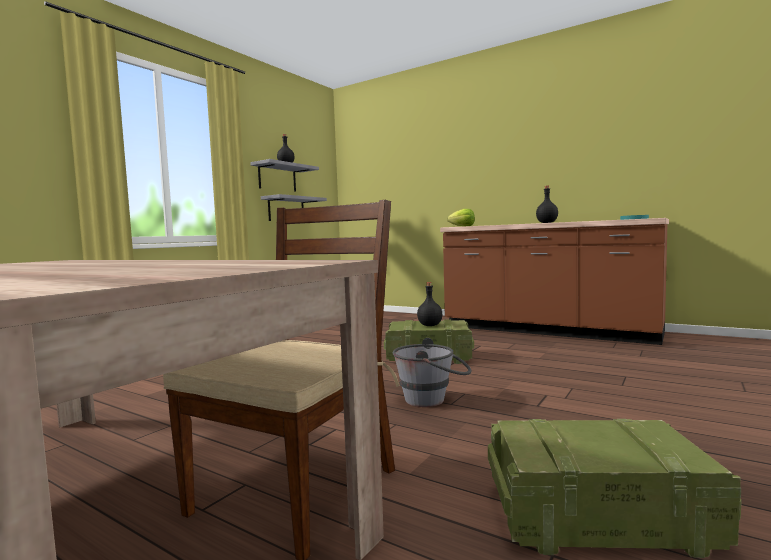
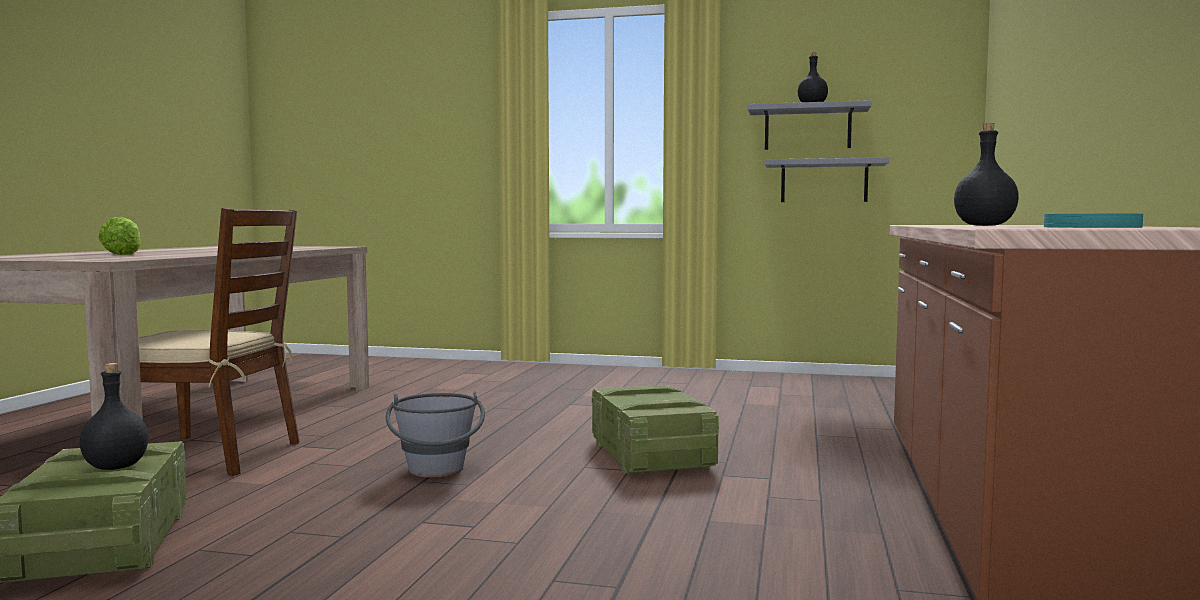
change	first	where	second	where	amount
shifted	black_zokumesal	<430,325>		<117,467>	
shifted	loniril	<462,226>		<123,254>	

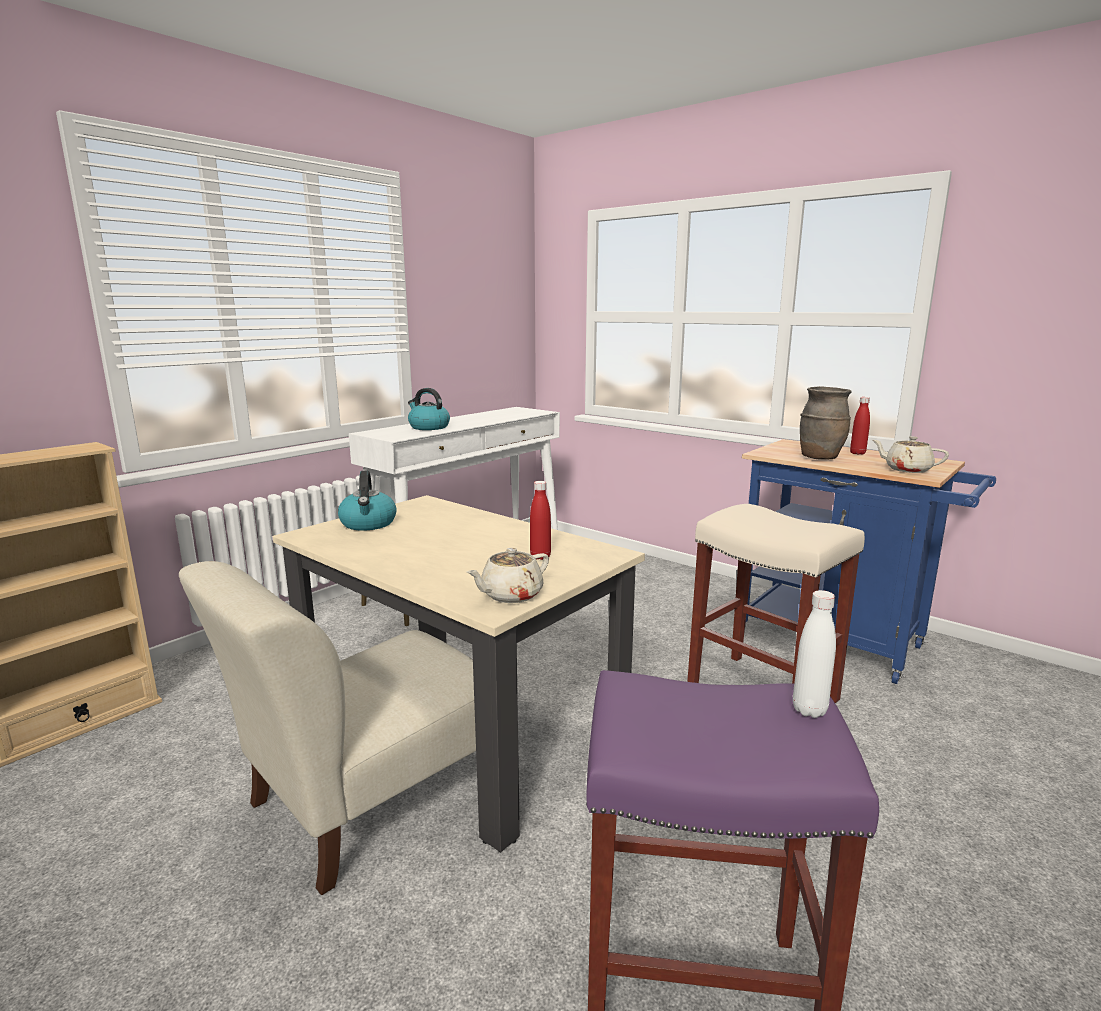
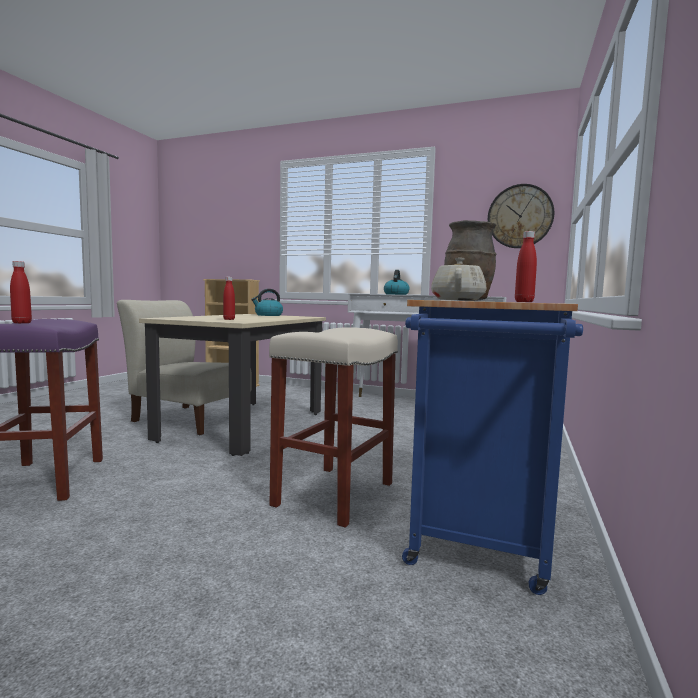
change	first	where	second	where	amount
gone	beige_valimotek	<510,595>			
repainted	white_zokumesal	<809,710>	red_zokumesal	<22,323>	
new			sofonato	<520,216>	

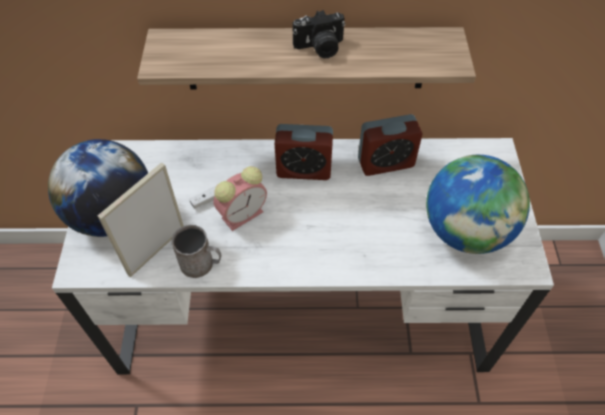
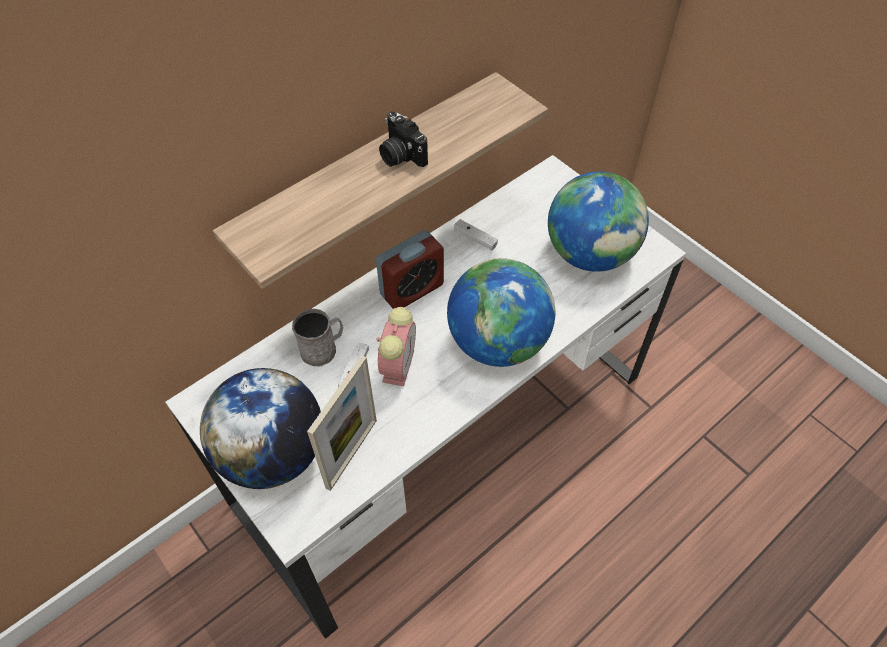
change	first	where	second	where	amount
rotated	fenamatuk	<156,250>		<351,453>	150 degrees counterclockwise
shifted	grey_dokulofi	<201,264>		<323,349>	
rotated	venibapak	<320,48>		<400,155>	105 degrees clockwise
swapped	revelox	<385,163>	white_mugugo	<475,238>	
new			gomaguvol	<497,342>	

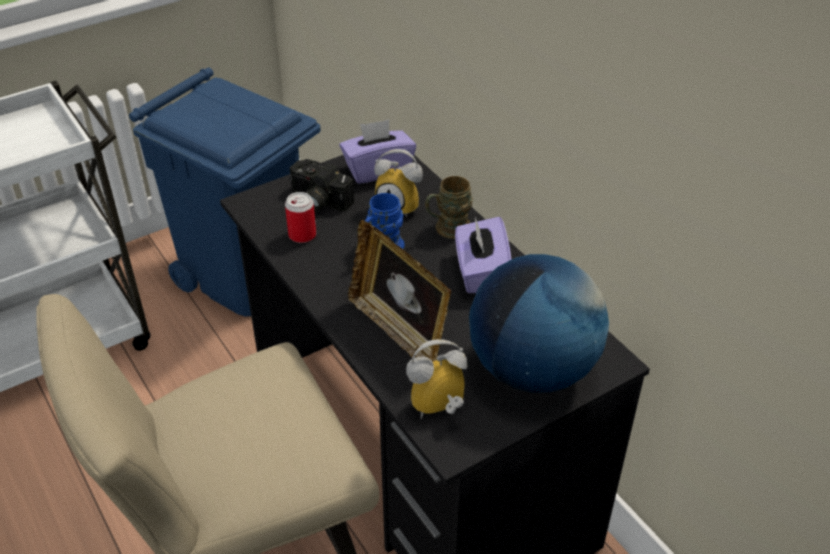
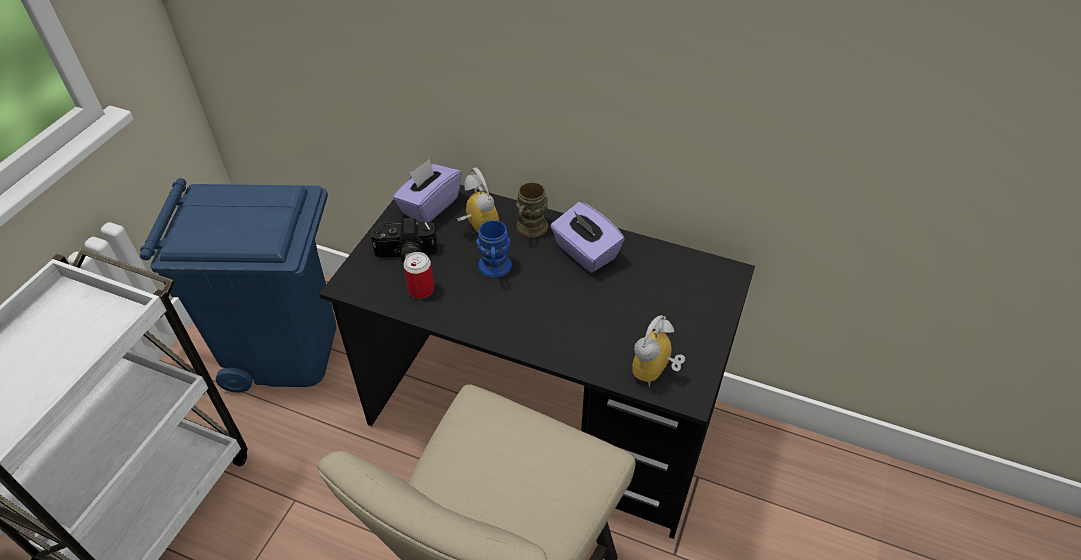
change	first	where	second	where	amount
gone	fenamatuk	<399,331>			
rotated	revelox	<401,205>		<476,227>	105 degrees counterclockwise
gone	gomaguvol	<532,369>			

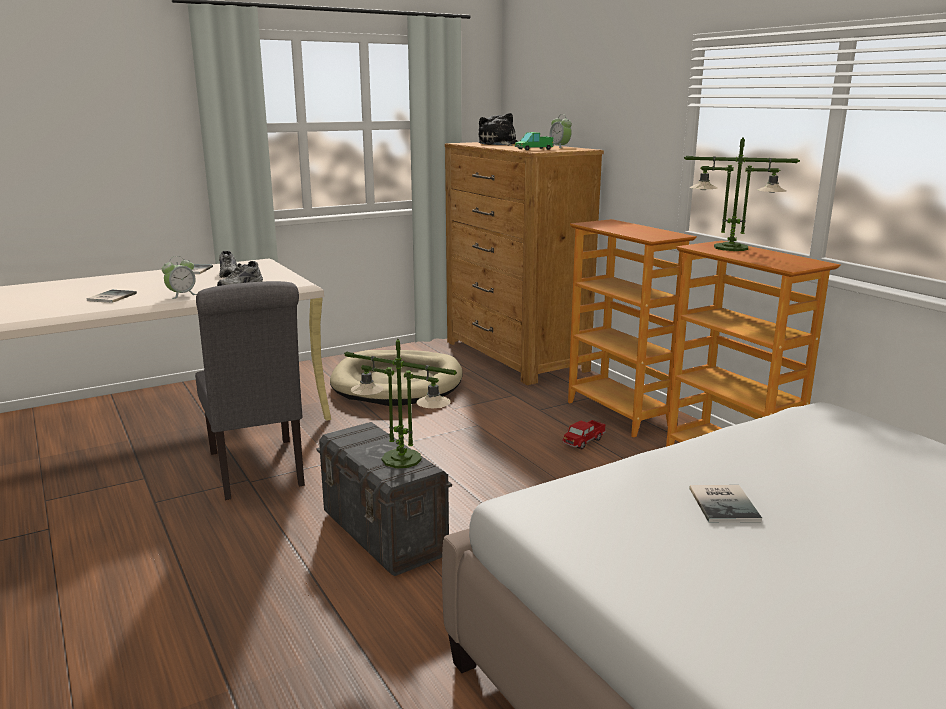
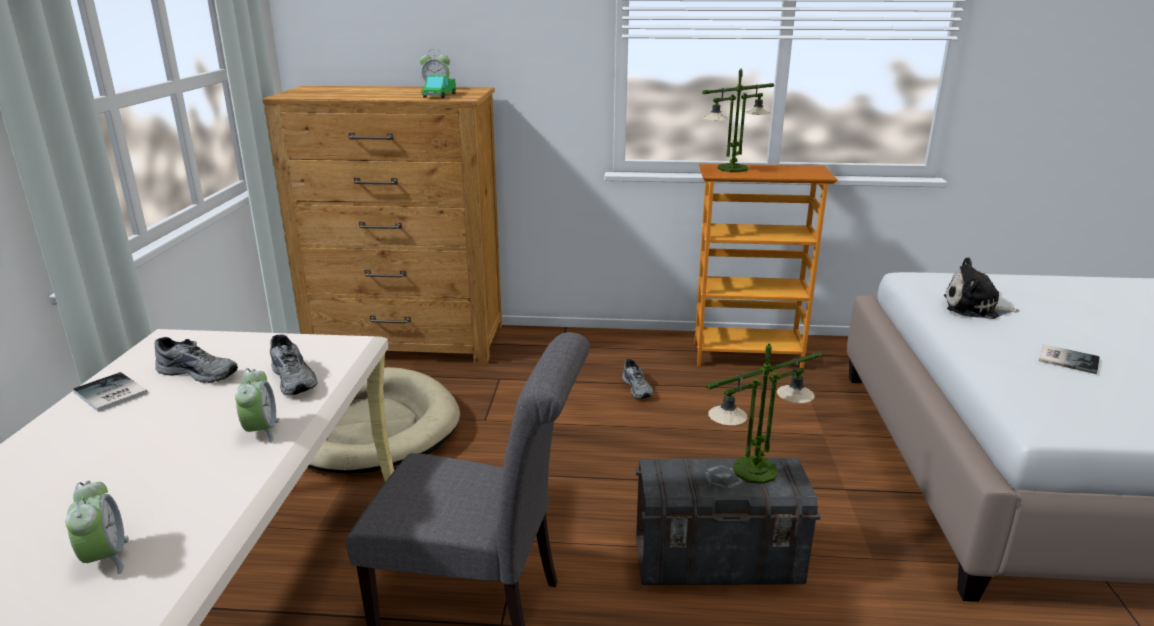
change	first	where	second	where	amount
gone	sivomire	<110,297>			
shifted	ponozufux	<498,144>		<974,308>	
swapped	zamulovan	<583,441>	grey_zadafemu	<638,388>	
gone	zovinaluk	<619,414>			
new			revelox	<106,558>	

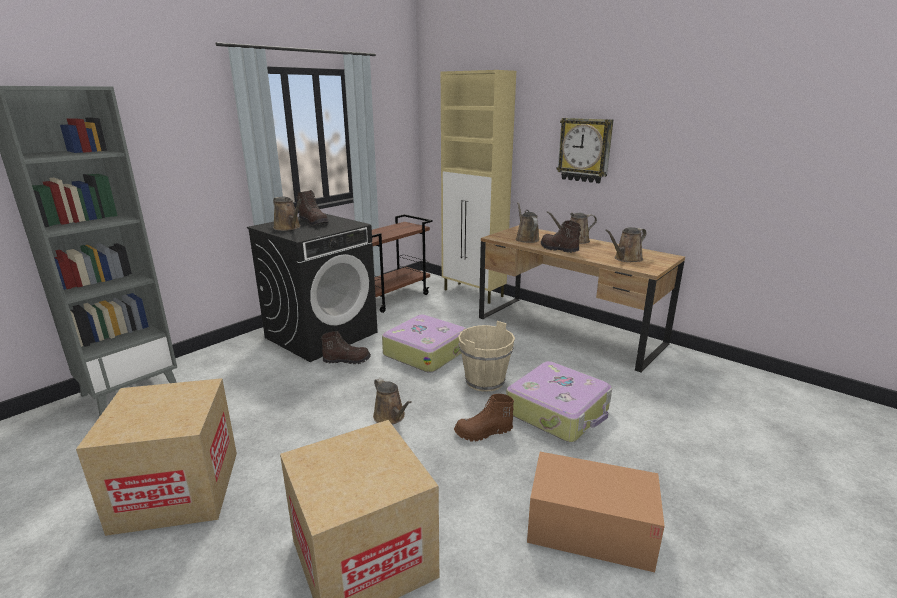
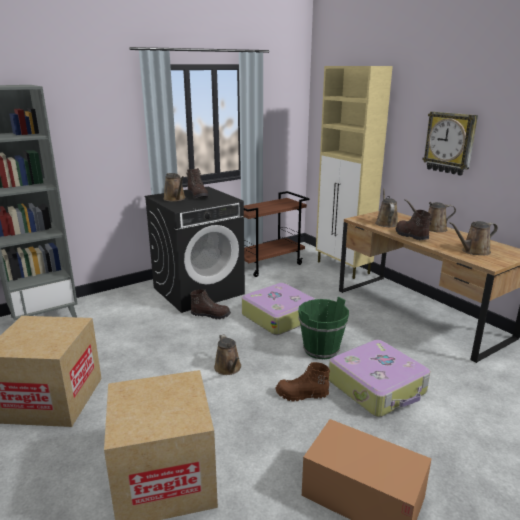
change	first	where	second	where	amount
repainted	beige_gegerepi	<485,381>	green_gegerepi	<321,350>	

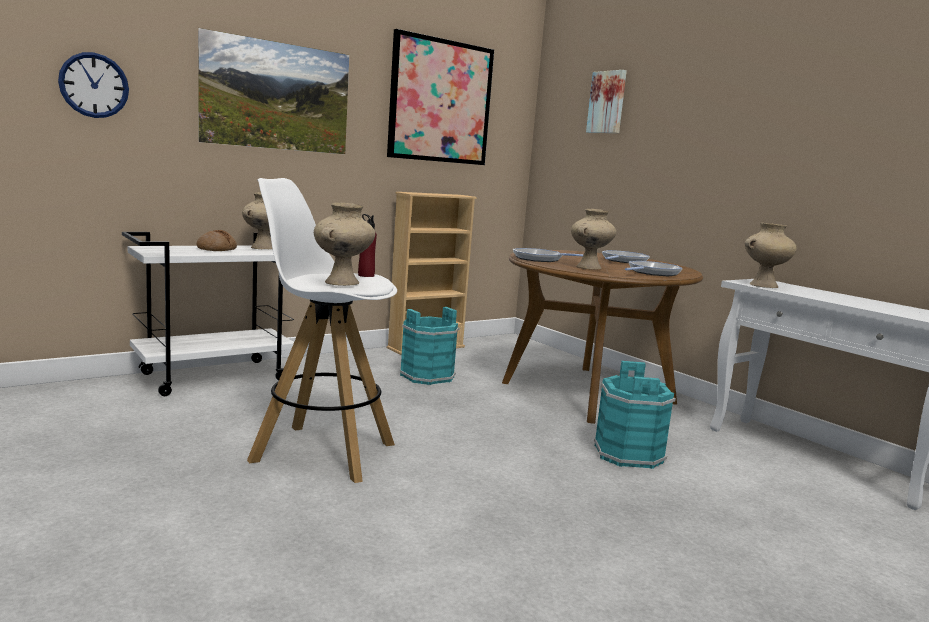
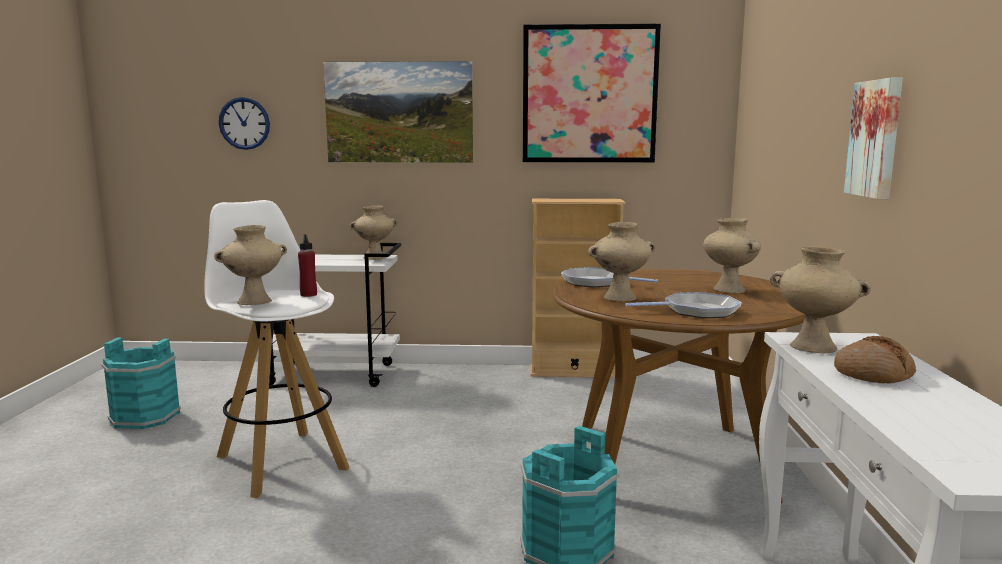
change	first	where	second	where	amount
shifted	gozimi	<217,249>		<873,374>	
shifted	turquoise_gegerepi	<427,376>		<145,417>	
shifted	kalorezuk	<607,102>		<877,139>	
swapped	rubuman	<623,261>	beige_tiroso	<728,290>	

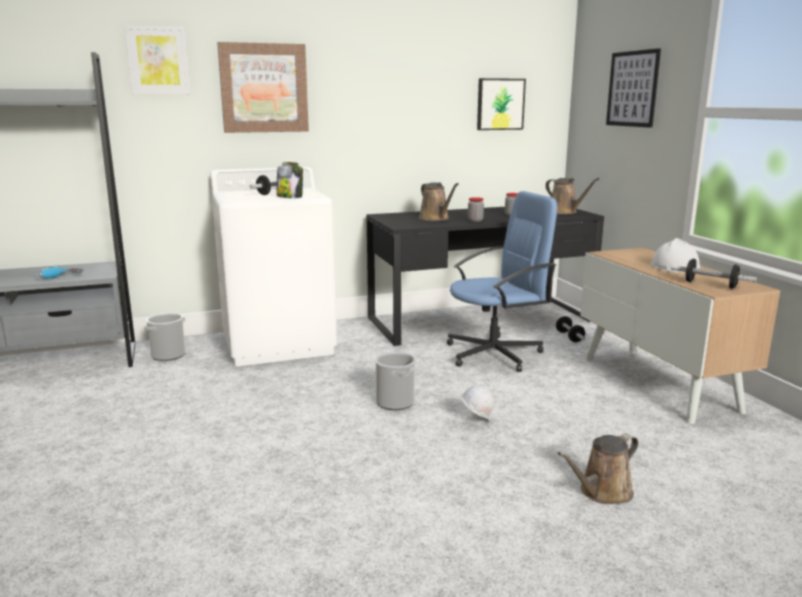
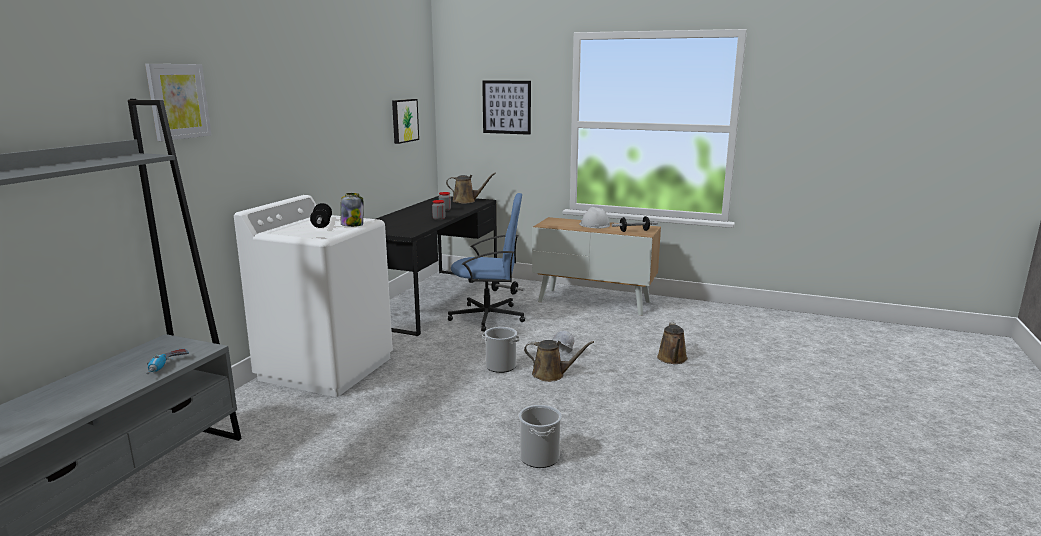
change	first	where	second	where	amount
shifted	gegerepi	<168,355>		<539,457>	
gone	kalorezuk	<264,88>			
shifted	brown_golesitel	<435,218>		<551,374>	
rotated	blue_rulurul	<495,354>		<488,317>	75 degrees clockwise

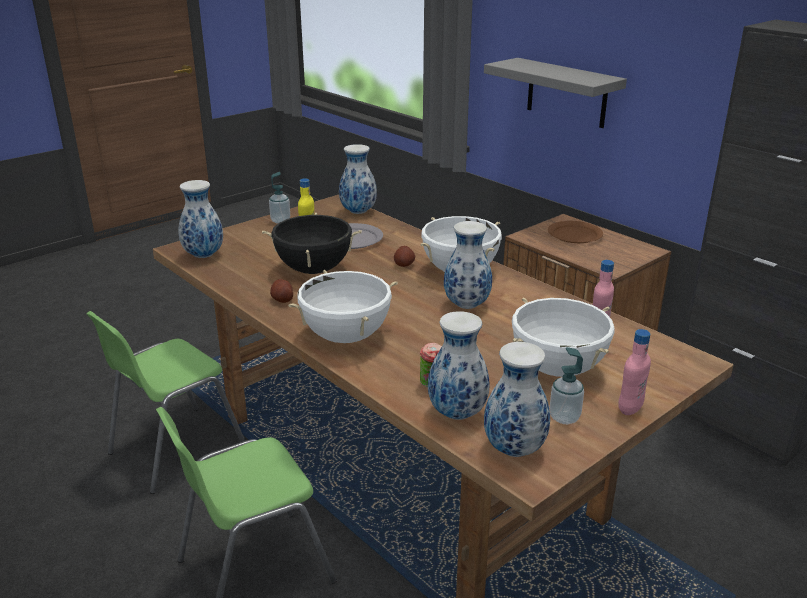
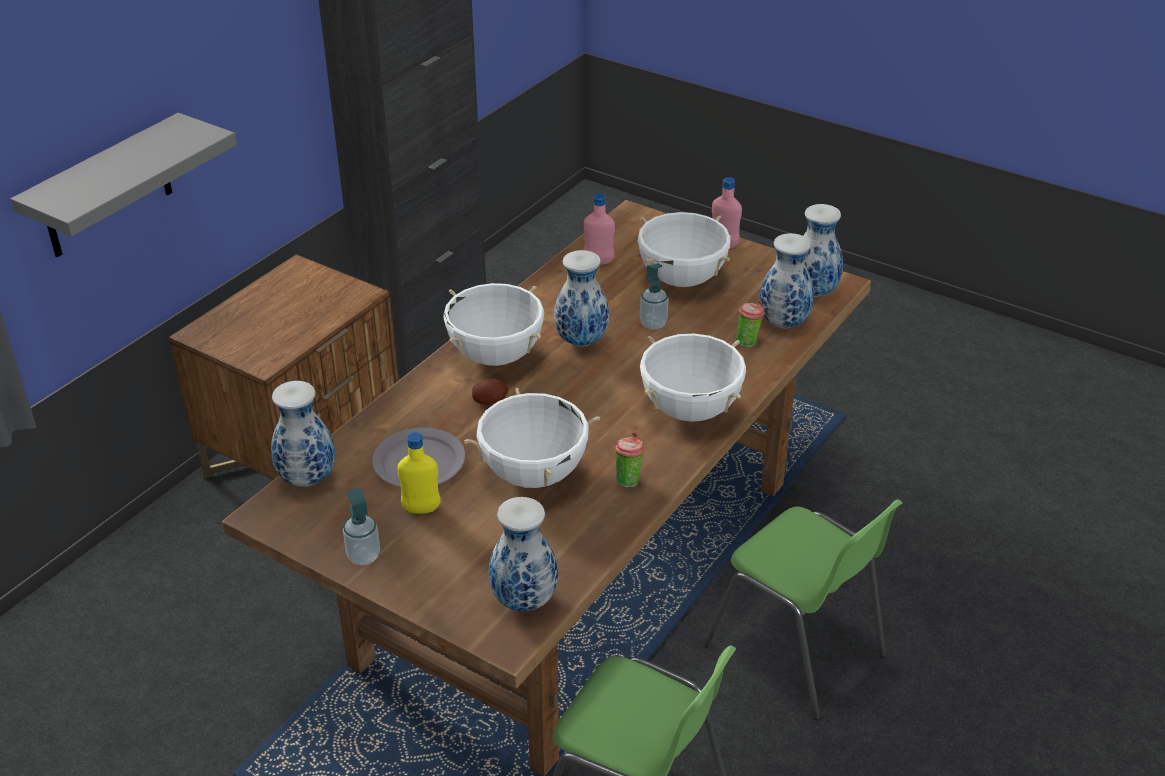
change	first	where	second	where	amount
repainted	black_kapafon	<314,270>	white_kapafon	<533,474>	
swapped	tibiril	<282,299>	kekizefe	<628,479>	
gone	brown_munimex	<574,235>			
shifted	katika	<564,417>		<653,323>	

